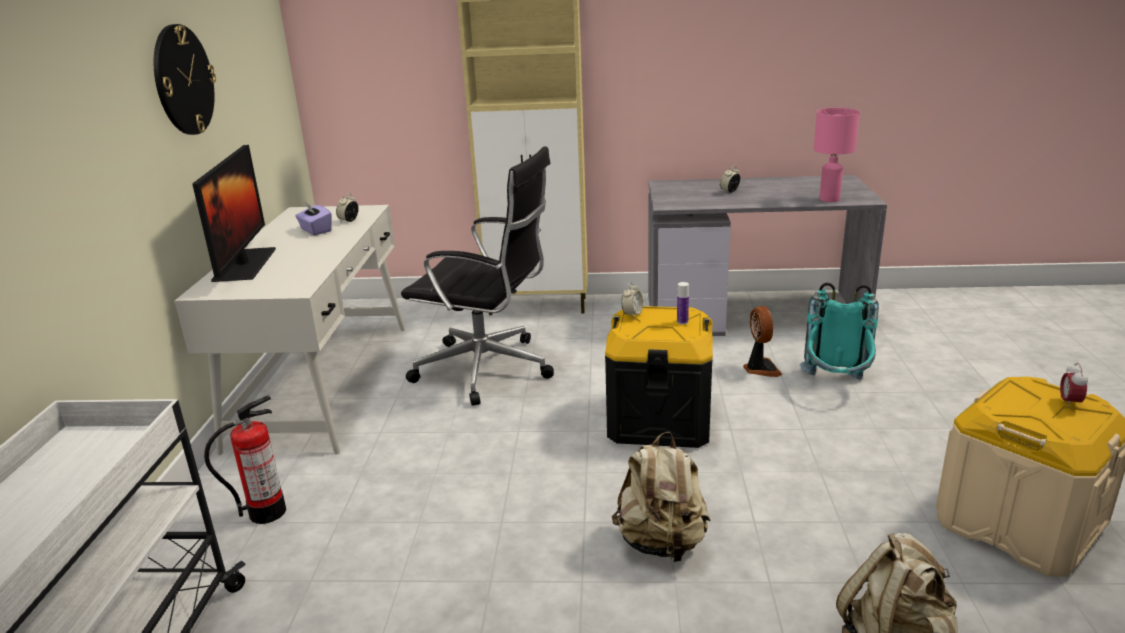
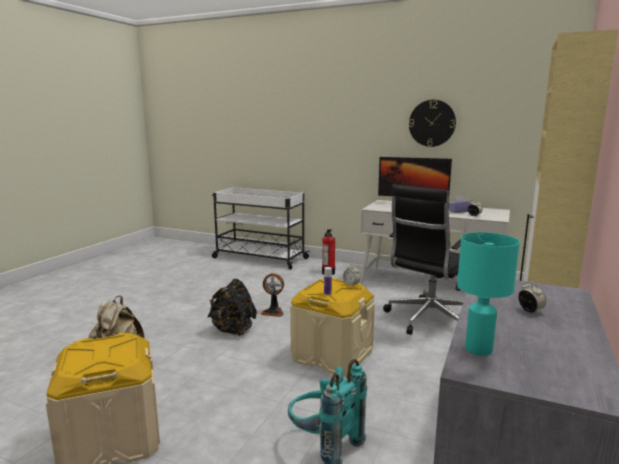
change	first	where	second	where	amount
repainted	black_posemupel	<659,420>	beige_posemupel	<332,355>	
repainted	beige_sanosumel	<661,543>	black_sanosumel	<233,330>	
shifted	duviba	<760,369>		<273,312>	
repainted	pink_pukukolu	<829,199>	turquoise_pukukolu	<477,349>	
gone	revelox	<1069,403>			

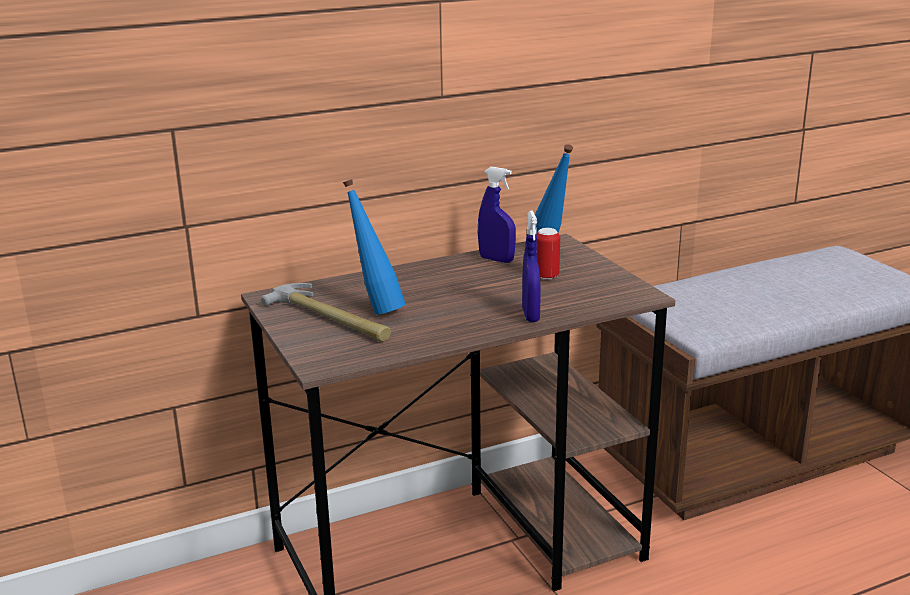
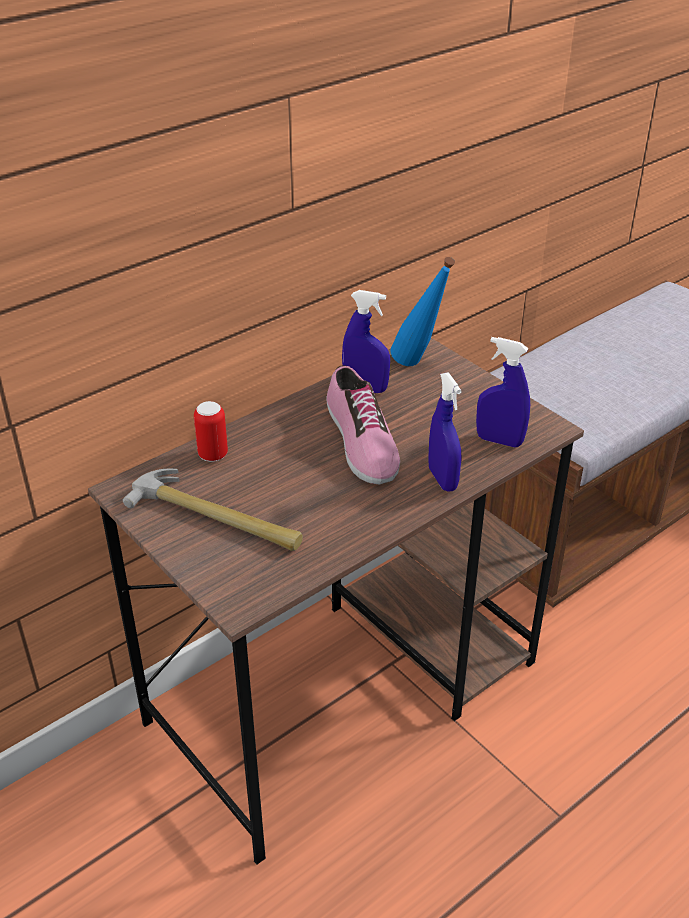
change	first	where	second	where	amount
gone	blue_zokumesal	<376,309>			
shifted	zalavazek	<546,276>		<213,455>	
new			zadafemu	<359,441>	
new			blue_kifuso	<499,441>	

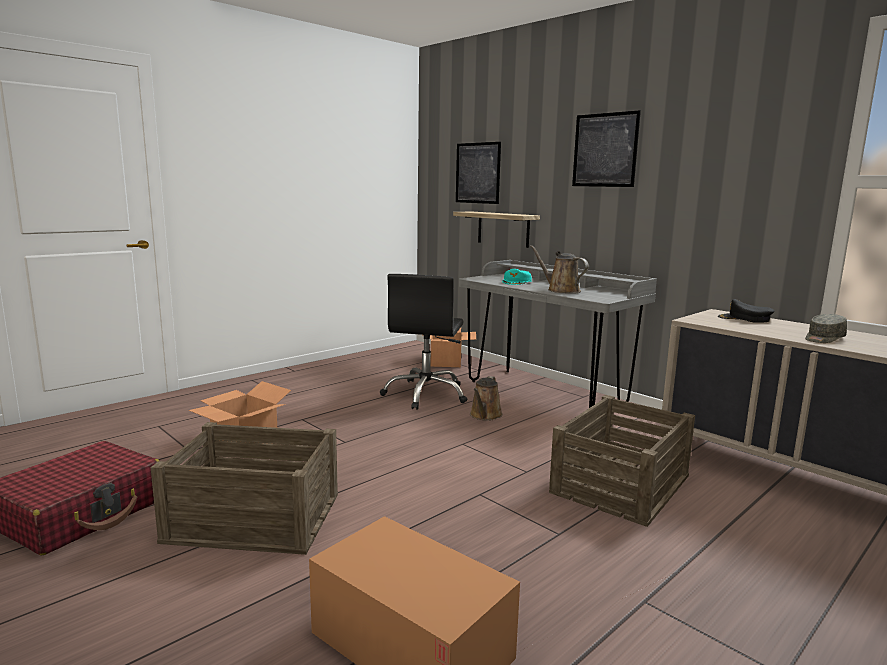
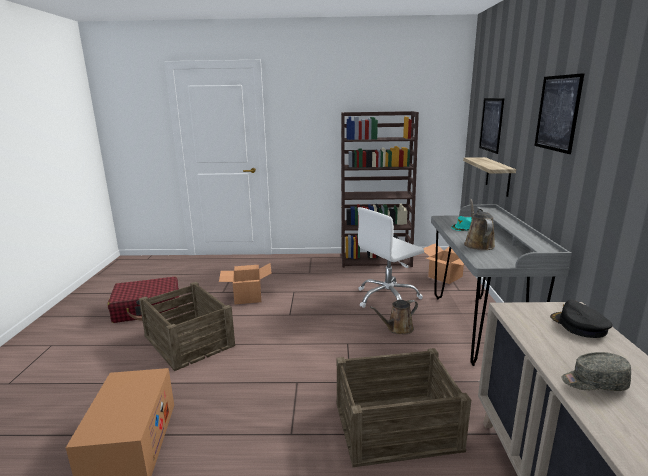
change	first	where	second	where	amount
repainted	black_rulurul	<426,394>	white_rulurul	<387,298>	
new			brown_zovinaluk	<376,260>	

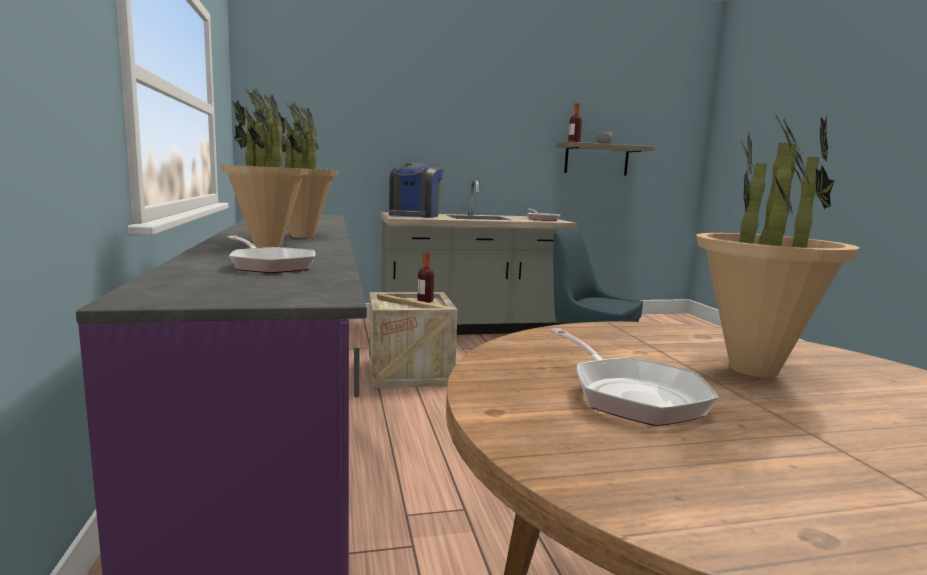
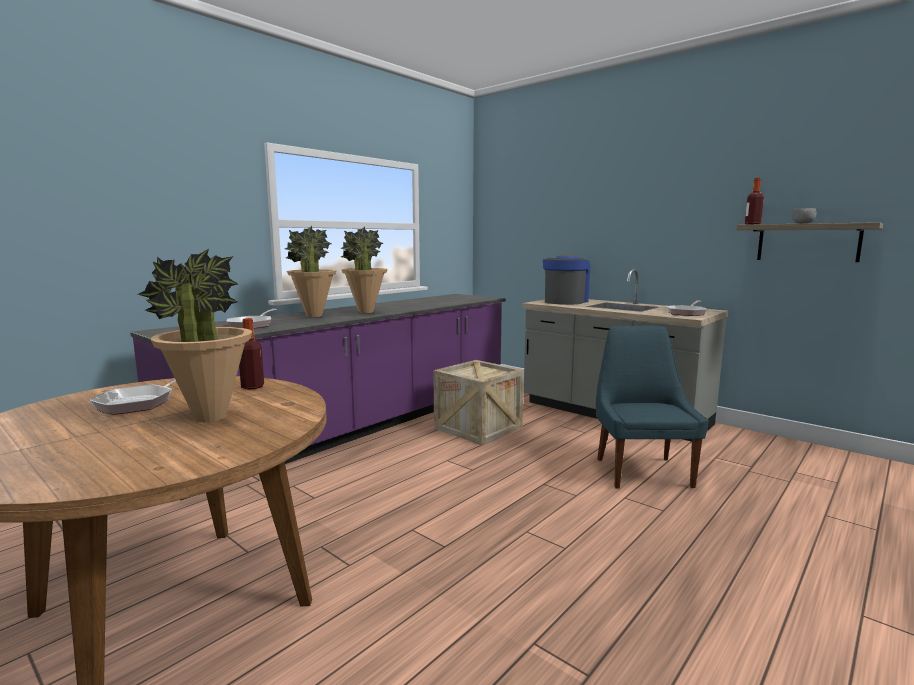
change	first	where	second	where	amount
rotated	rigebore	<414,215>		<565,301>	135 degrees clockwise
shifted	zokumesal	<425,301>		<252,387>	

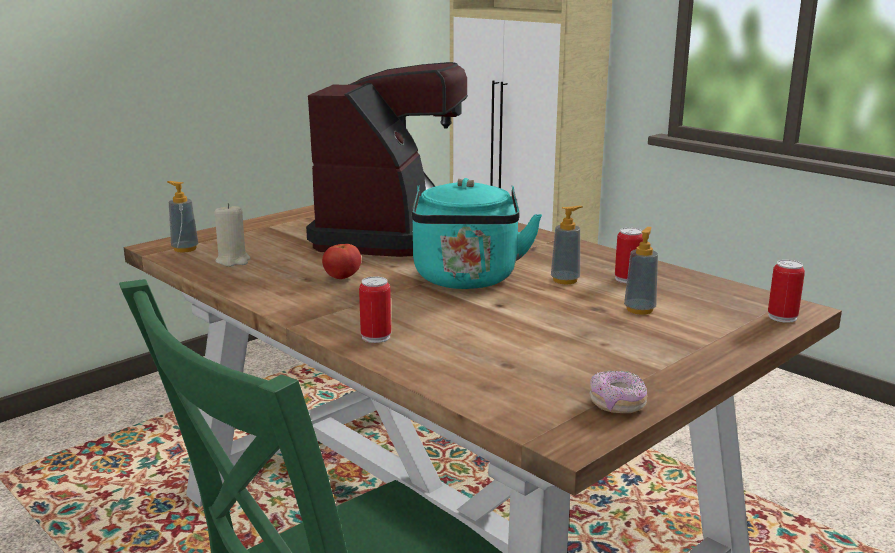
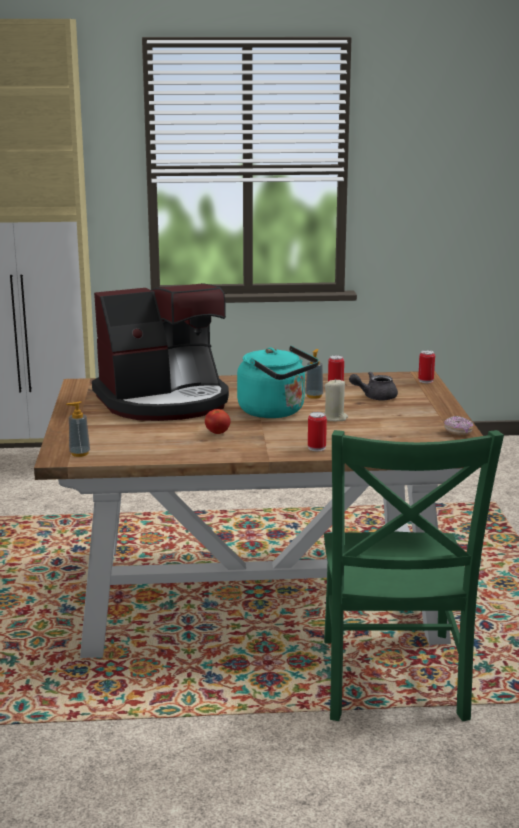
change	first	where	second	where	amount
shifted	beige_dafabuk	<233,261>		<334,418>	
rotated	rigebore	<400,232>		<164,401>	105 degrees clockwise
swapped	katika	<639,309>	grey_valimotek	<375,397>	

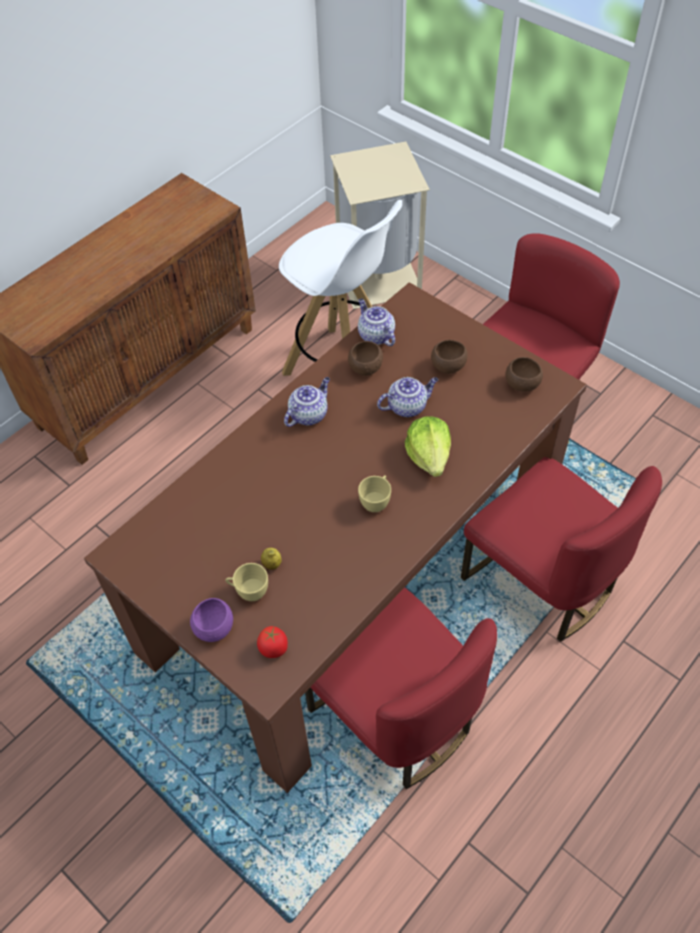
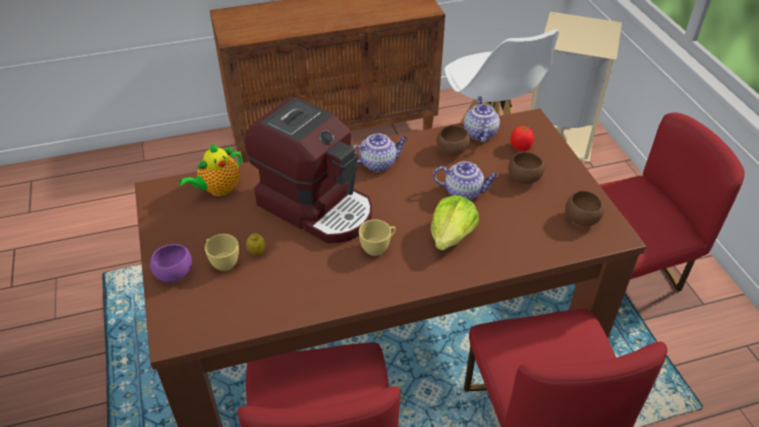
change	first	where	second	where	amount
shifted	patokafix	<274,648>		<521,147>	
new			valimotek	<218,189>	
new			rigebore	<317,206>	

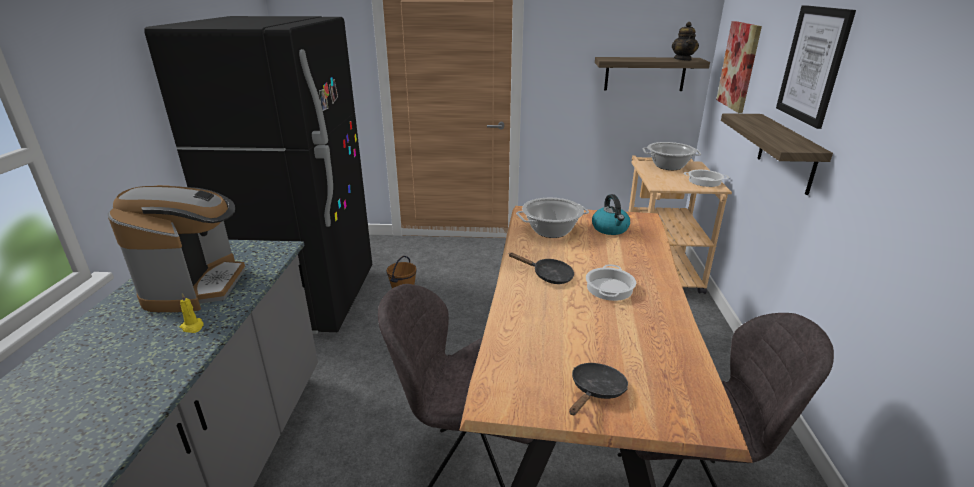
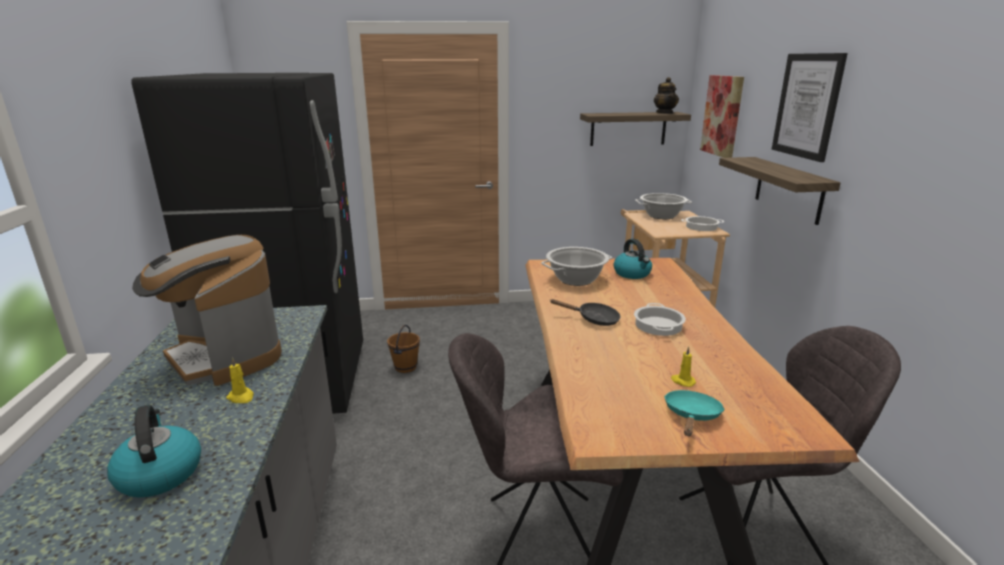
change	first	where	second	where	amount
rotated	rigebore	<196,286>		<224,357>	150 degrees clockwise
repainted	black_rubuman	<596,391>	turquoise_rubuman	<691,416>	
new			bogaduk	<159,473>	
new			yellow_dafabuk	<682,381>	

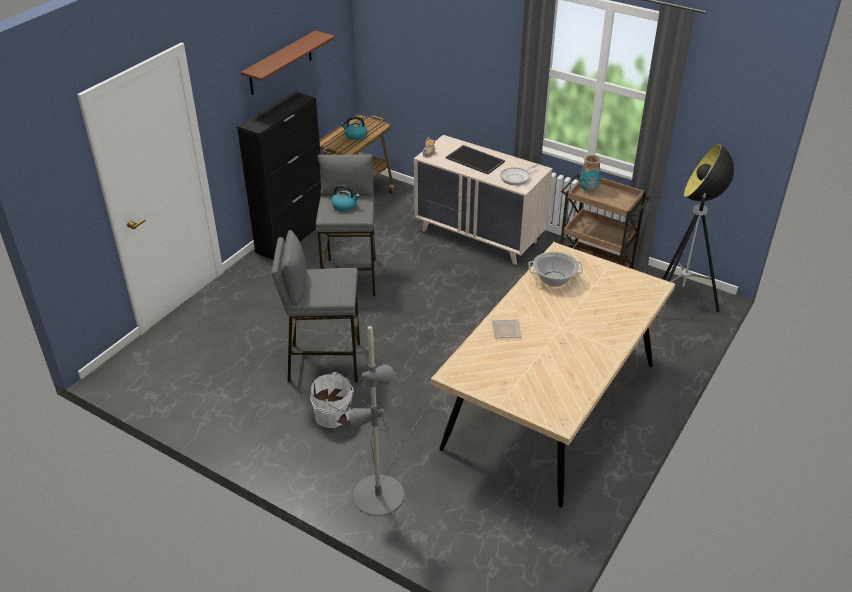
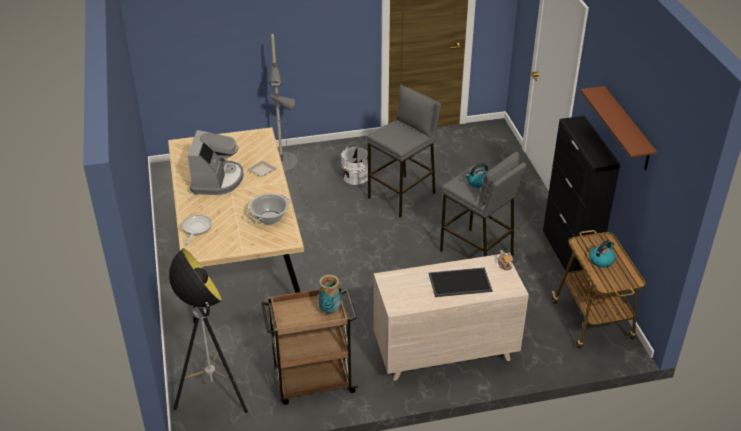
change	first	where	second	where	amount
shifted	rubuman	<516,177>		<196,228>	
new			rigebore	<217,180>	

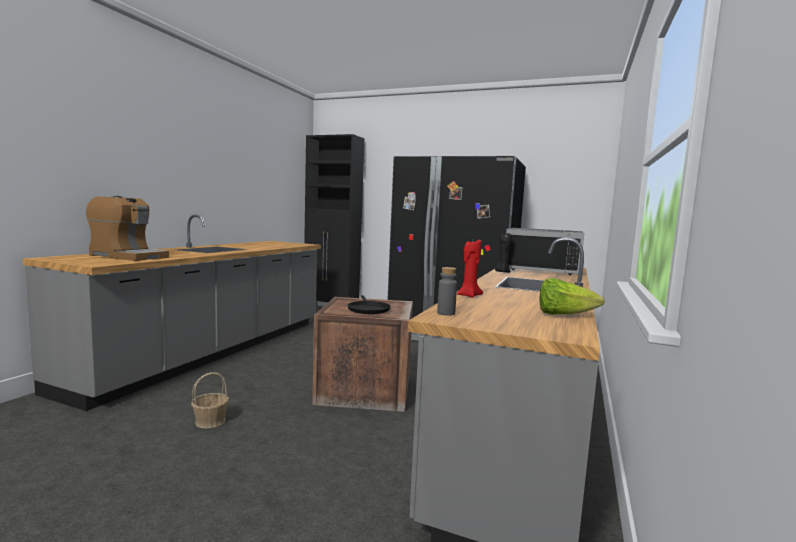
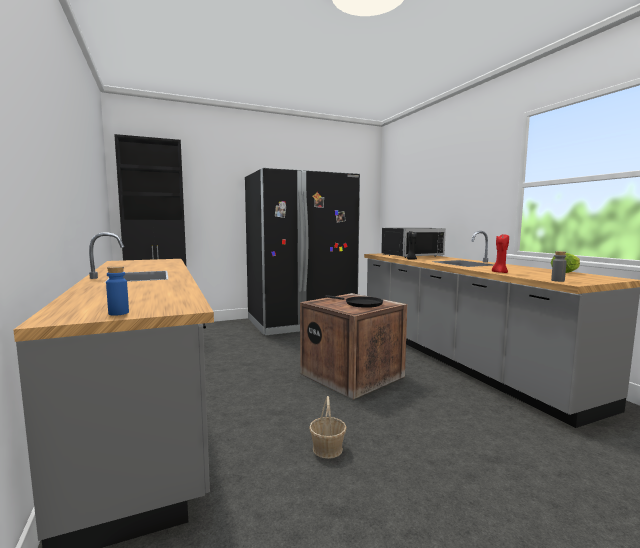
change	first	where	second	where	amount
gone	rigebore	<128,256>			
new			blue_zokumesal	<118,313>	

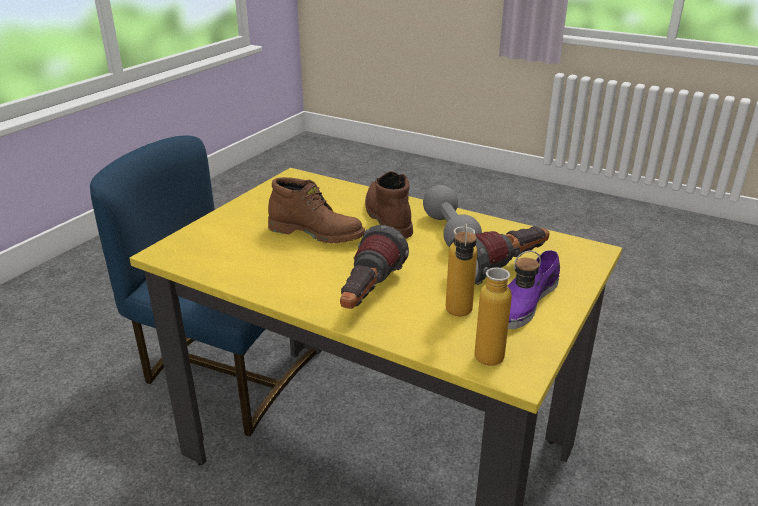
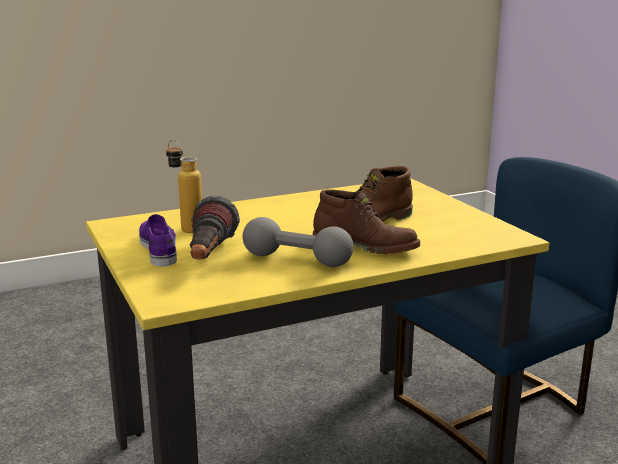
change	first	where	second	where	amount
gone	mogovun	<368,295>			
gone	zokumesal	<501,356>			

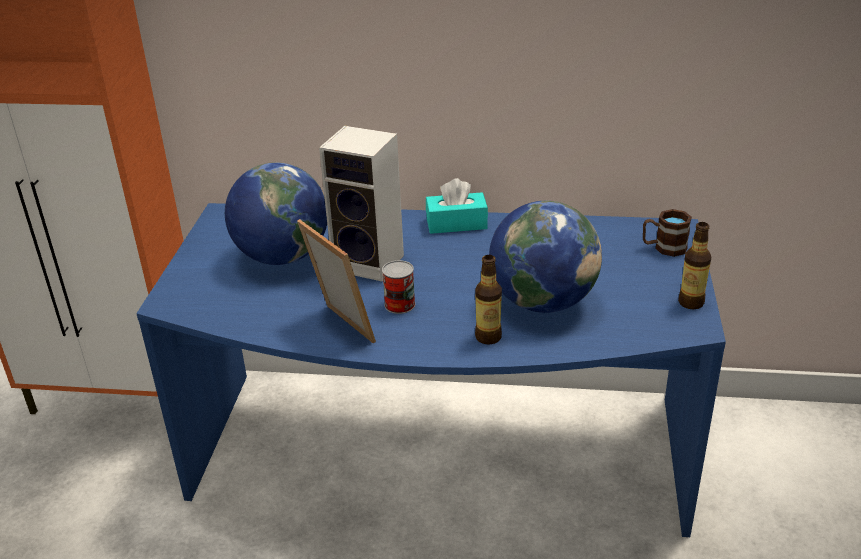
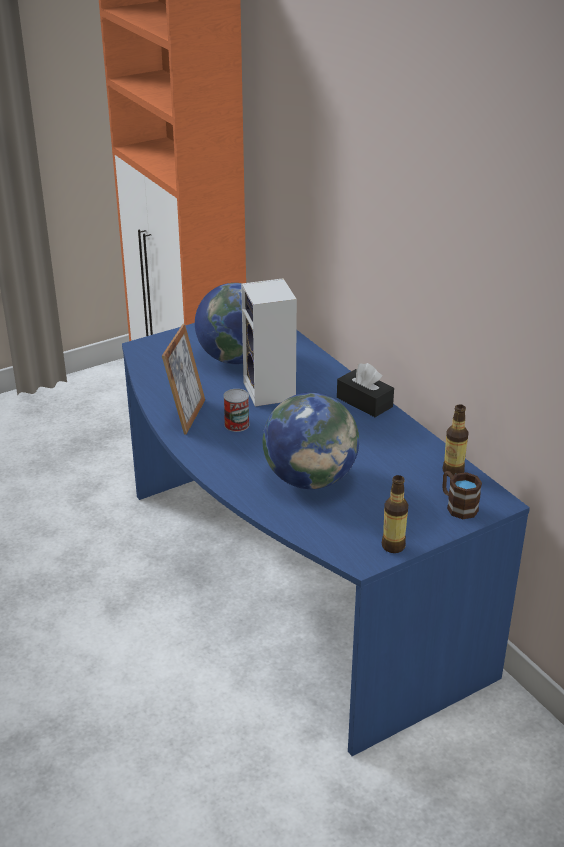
change	first	where	second	where	amount
repainted	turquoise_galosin	<456,223>	black_galosin	<364,402>	
shifted	zokumesal	<488,337>		<453,472>	

